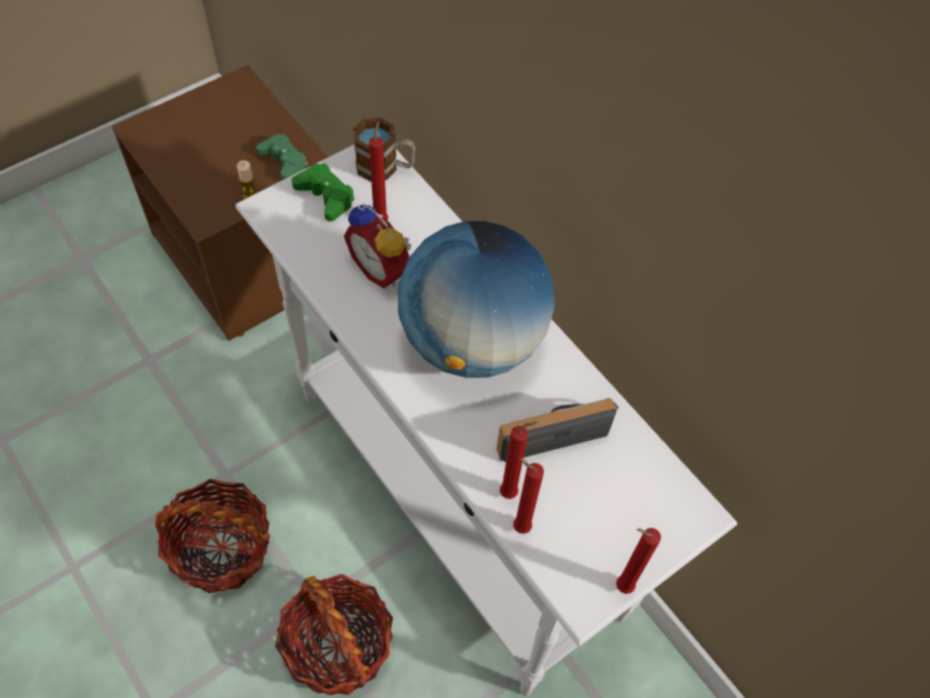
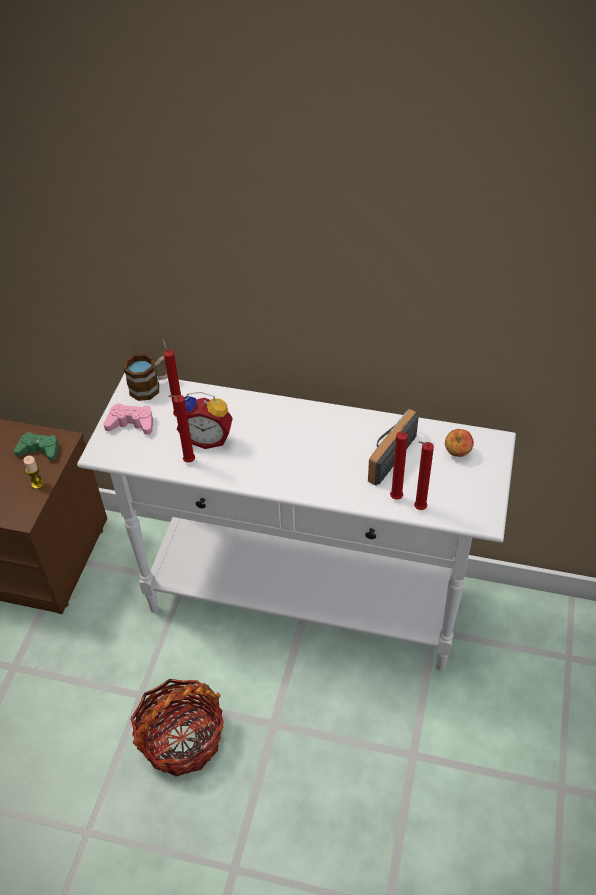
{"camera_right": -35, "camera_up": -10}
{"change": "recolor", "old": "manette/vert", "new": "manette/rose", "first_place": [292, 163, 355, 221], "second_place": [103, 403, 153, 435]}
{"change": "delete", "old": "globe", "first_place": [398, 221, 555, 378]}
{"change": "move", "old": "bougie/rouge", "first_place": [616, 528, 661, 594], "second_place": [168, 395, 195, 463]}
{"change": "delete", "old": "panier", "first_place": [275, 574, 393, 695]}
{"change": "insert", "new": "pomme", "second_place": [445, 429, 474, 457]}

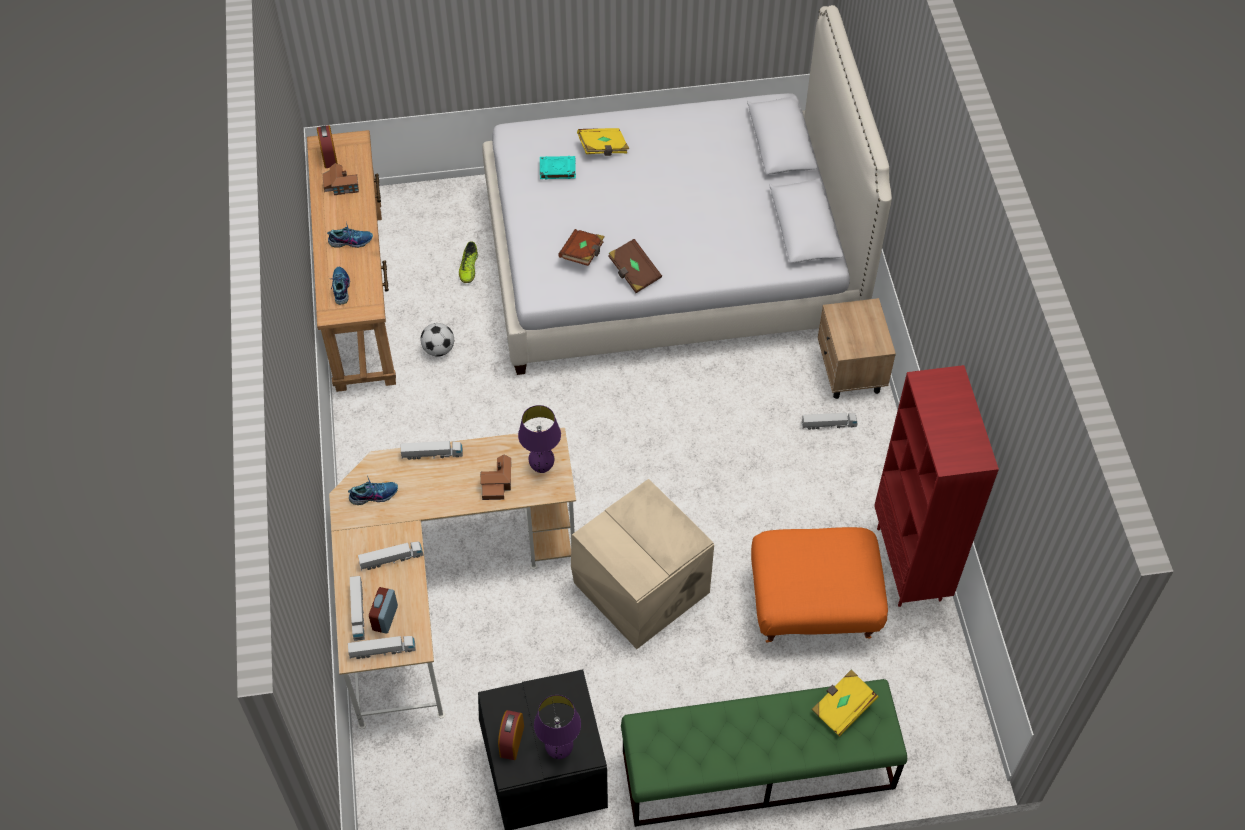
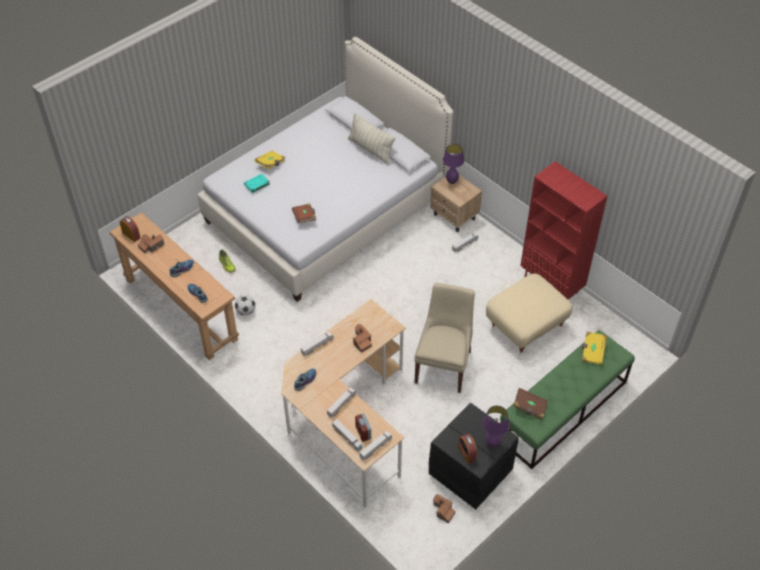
{"camera_right": -35, "camera_up": -5}
{"change": "move", "old": "livre/marron", "first_place": [608, 239, 662, 293], "second_place": [513, 388, 548, 419]}
{"change": "move", "old": "lampe de table/violet", "first_place": [518, 405, 561, 473], "second_place": [443, 144, 464, 184]}
{"change": "replace", "old": "boîte de rangement/beige", "new": "chaise/beige", "first_place": [571, 479, 714, 649], "second_place": [414, 283, 475, 393]}
{"change": "recolor", "old": "pouf/orange", "new": "pouf/beige", "first_place": [751, 527, 888, 643], "second_place": [486, 274, 573, 355]}
{"change": "insert", "new": "coussin", "second_place": [348, 112, 396, 165]}
{"change": "insert", "new": "maison miniature", "second_place": [433, 494, 455, 523]}

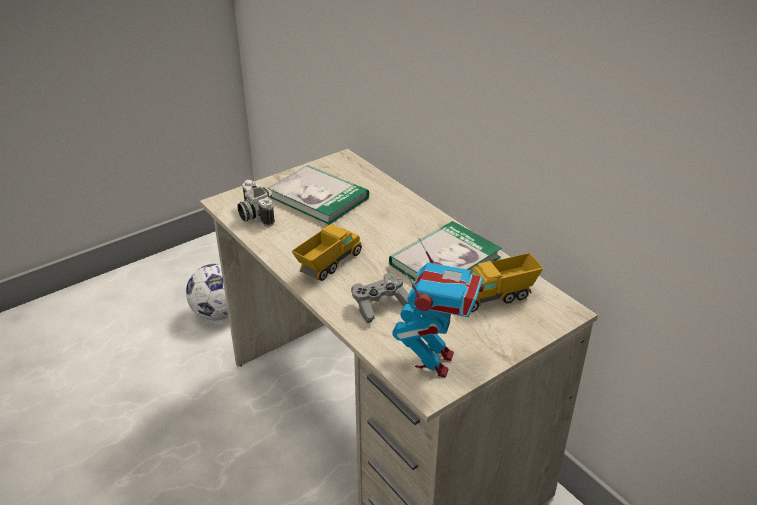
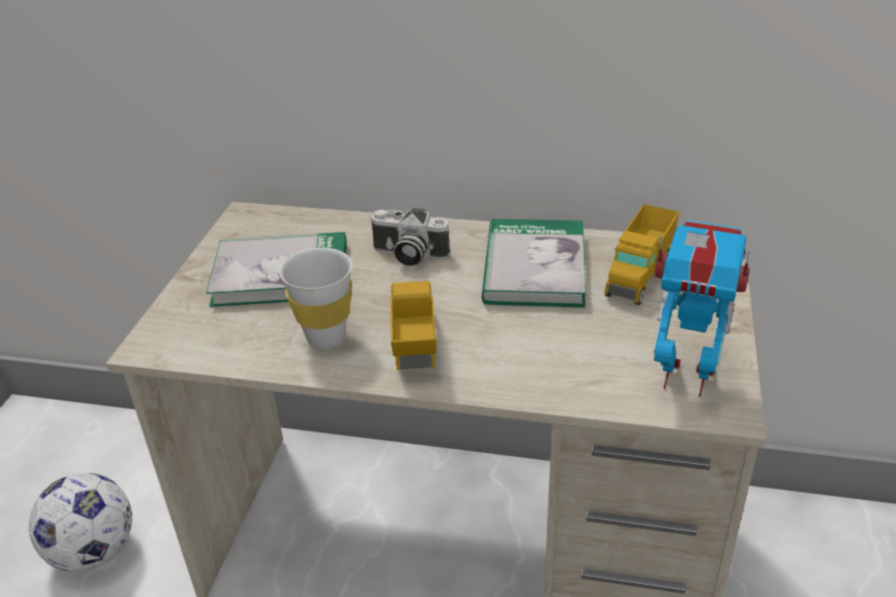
{"camera_right": -40, "camera_up": 0}
{"change": "move", "old": "appareil photo", "first_place": [237, 180, 275, 227], "second_place": [370, 208, 450, 266]}
{"change": "rotate", "old": "robot jouet", "first_place": [392, 238, 484, 377], "second_place": [653, 220, 751, 397], "degrees": -45}
{"change": "delete", "old": "manette/gris", "first_place": [352, 273, 409, 323]}
{"change": "insert", "new": "tasse/blanc", "second_place": [279, 248, 352, 349]}

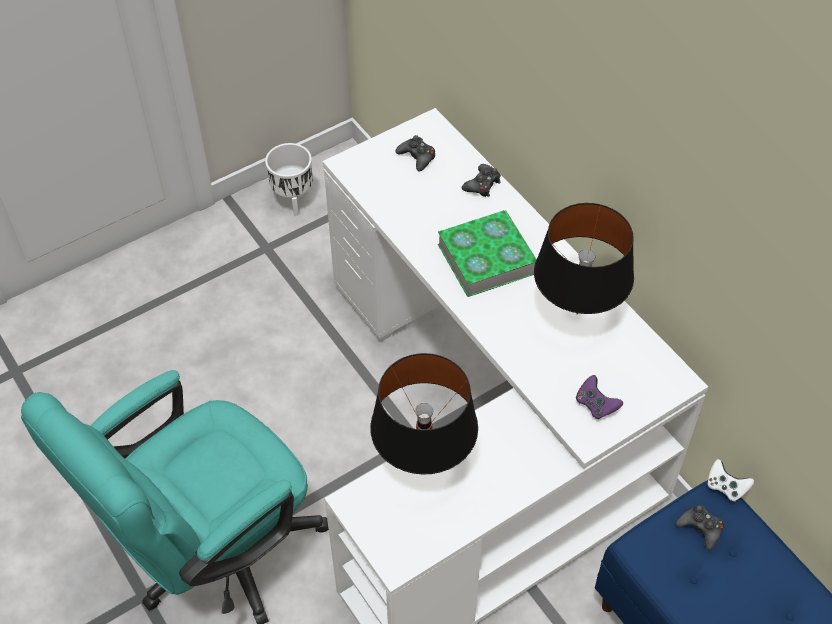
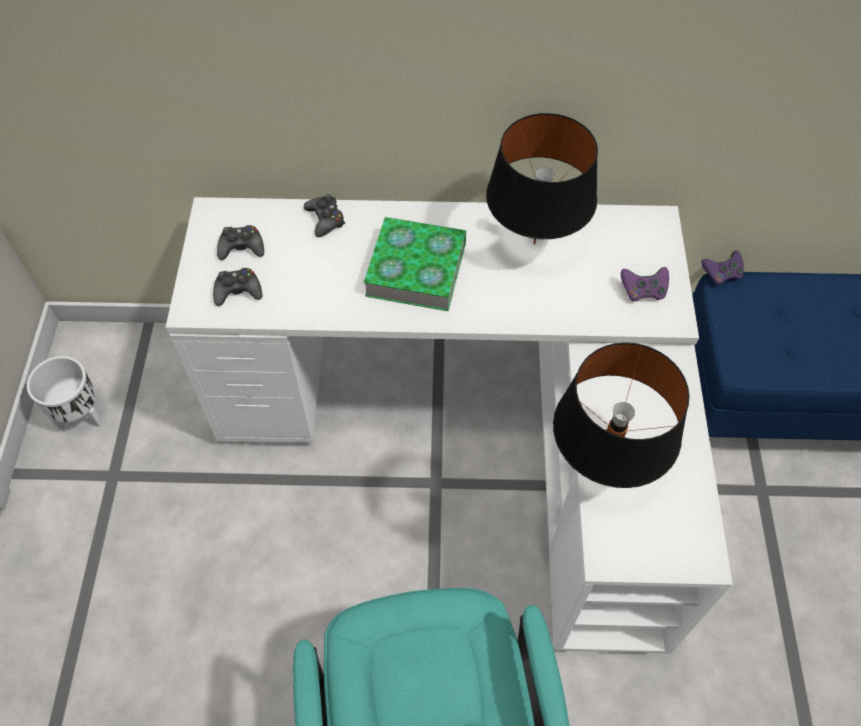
{"camera_right": -55, "camera_up": 5}
{"change": "recolor", "old": "manette/blanc", "new": "manette/violet", "first_place": [707, 459, 754, 501], "second_place": [701, 250, 744, 285]}
{"change": "move", "old": "manette/noir", "first_place": [676, 505, 723, 550], "second_place": [213, 268, 262, 306]}

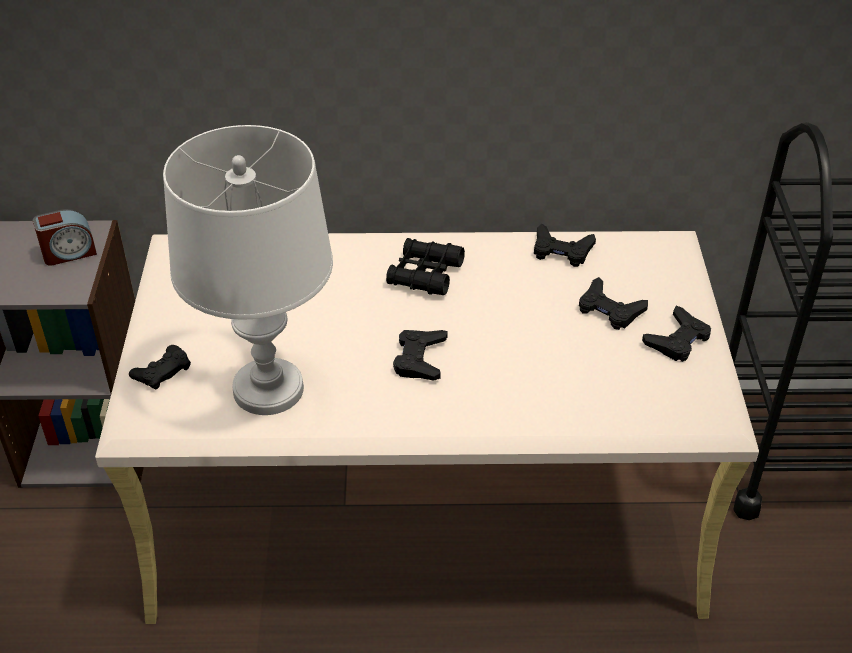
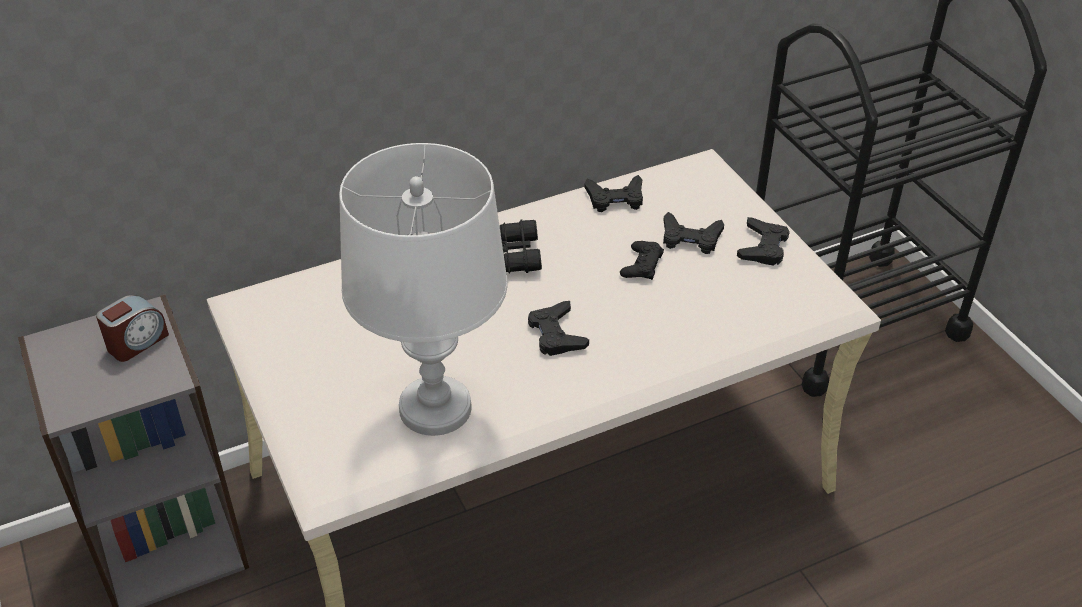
{"camera_right": -25, "camera_up": 0}
{"change": "move", "old": "manette/noir", "first_place": [129, 345, 191, 390], "second_place": [620, 241, 664, 280]}

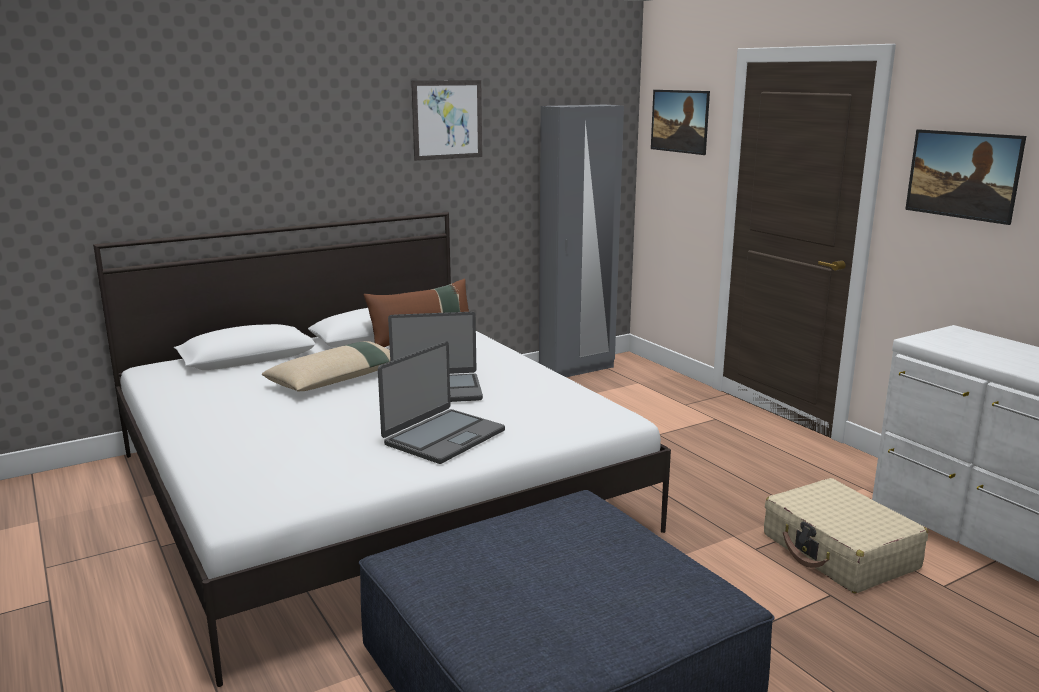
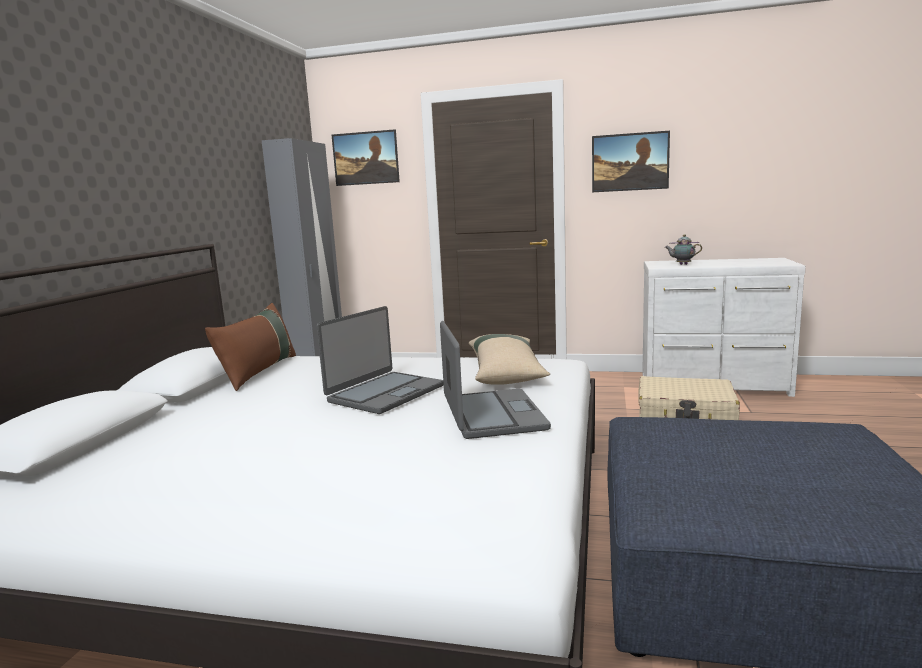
{"camera_right": -45, "camera_up": -5}
{"change": "delete", "old": "tableau", "first_place": [411, 80, 482, 161]}
{"change": "move", "old": "coussin/beige", "first_place": [262, 341, 390, 391], "second_place": [469, 334, 550, 385]}
{"change": "insert", "new": "théière", "second_place": [665, 234, 702, 265]}

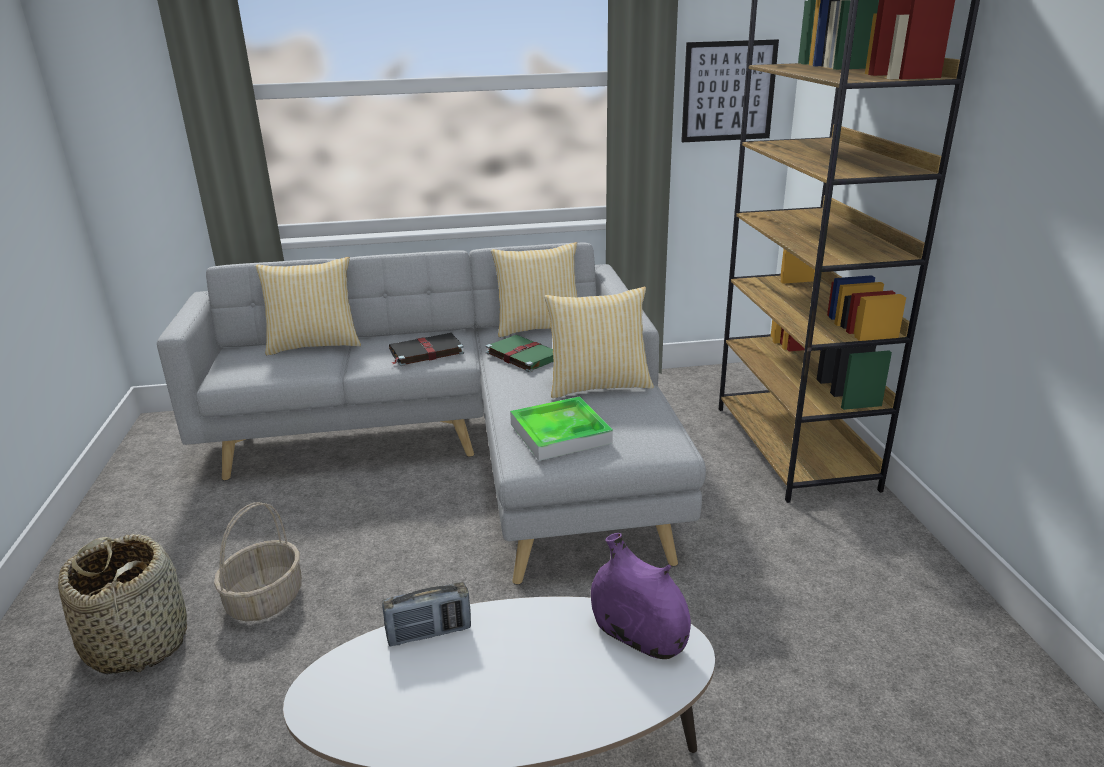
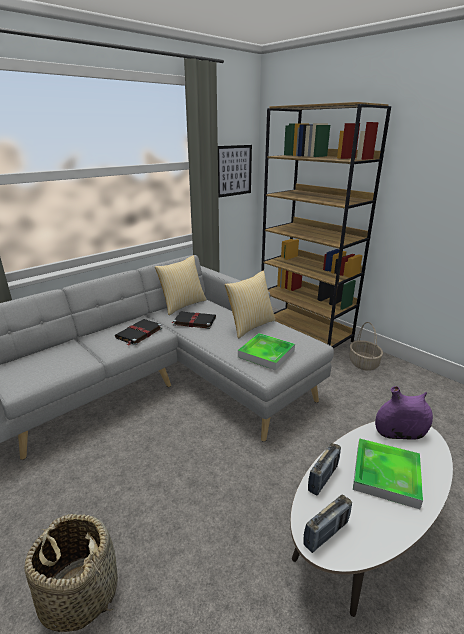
{"camera_right": -35, "camera_up": 0}
{"change": "delete", "old": "coussin", "first_place": [255, 257, 361, 355]}
{"change": "recolor", "old": "livre/vert", "new": "livre/noir", "first_place": [486, 335, 554, 372], "second_place": [172, 312, 216, 329]}
{"change": "move", "old": "panier", "first_place": [214, 502, 302, 621], "second_place": [349, 322, 383, 371]}
{"change": "insert", "new": "plateau", "second_place": [353, 438, 423, 509]}
{"change": "insert", "new": "radio", "second_place": [303, 495, 352, 553]}

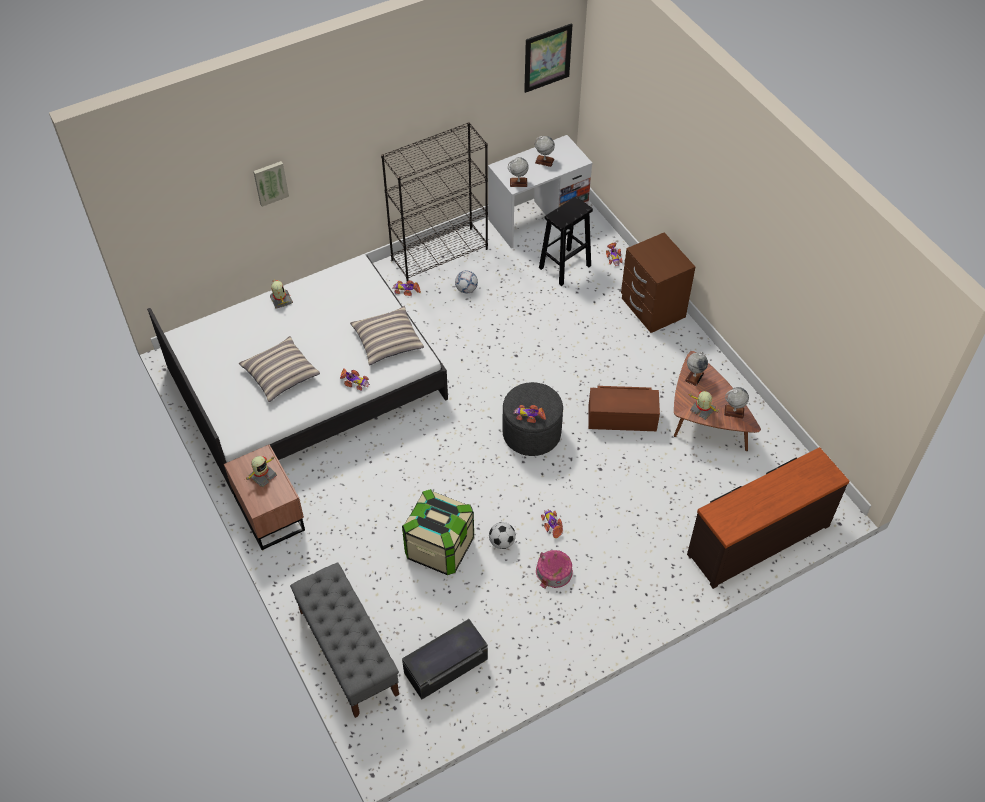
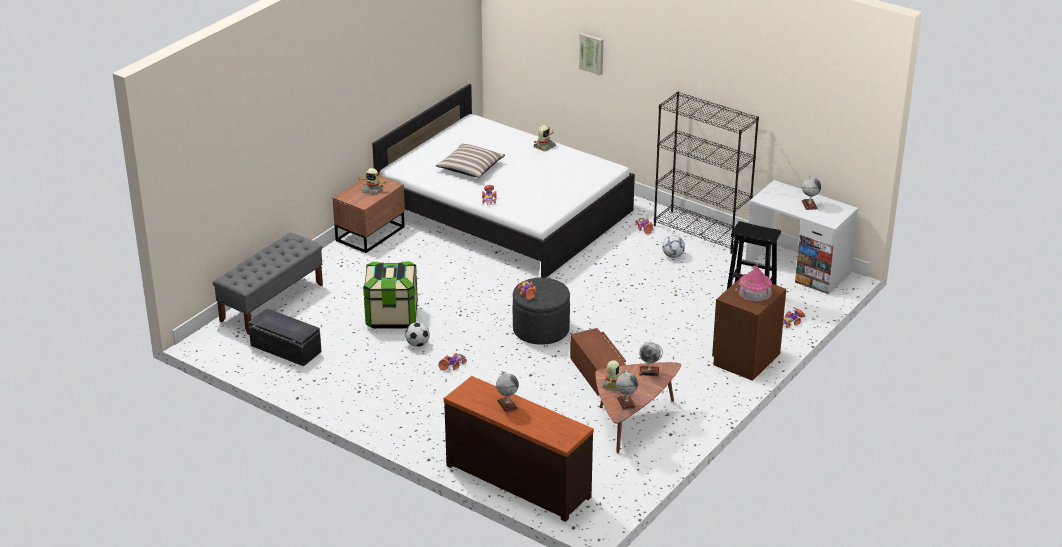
{"camera_right": 65, "camera_up": -20}
{"change": "delete", "old": "tableau", "first_place": [524, 23, 573, 93]}
{"change": "move", "old": "globe", "first_place": [508, 157, 529, 187], "second_place": [496, 371, 519, 412]}
{"change": "delete", "old": "coussin", "first_place": [350, 306, 424, 365]}
{"change": "move", "old": "maison miniature", "first_place": [536, 550, 573, 589], "second_place": [735, 263, 772, 302]}

